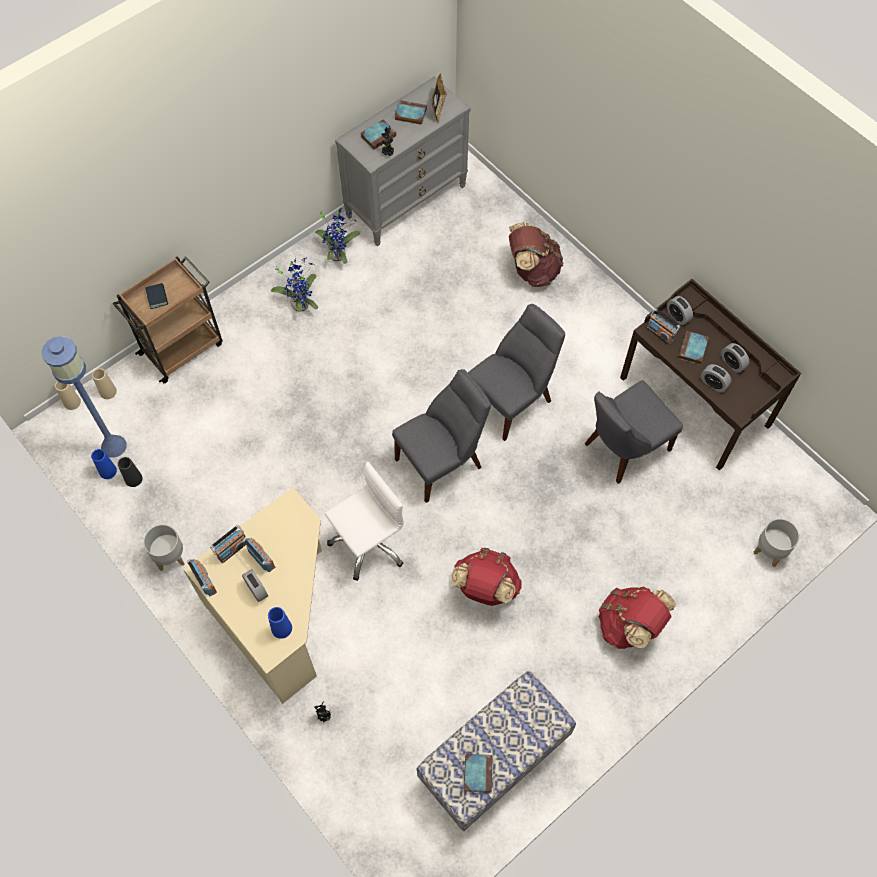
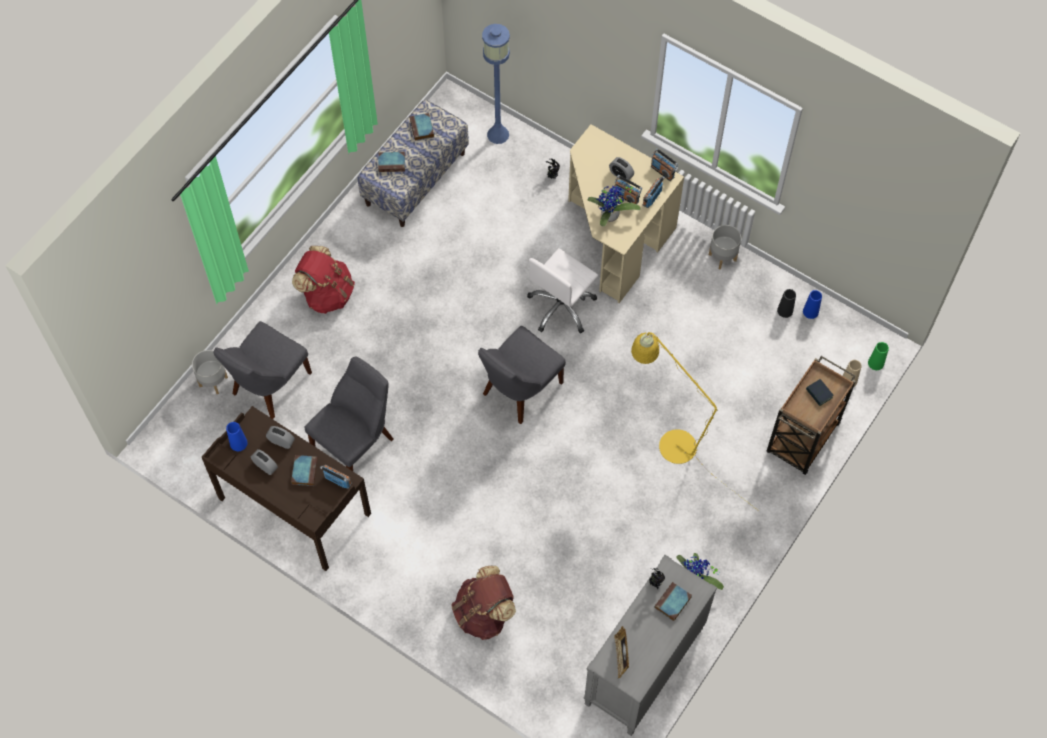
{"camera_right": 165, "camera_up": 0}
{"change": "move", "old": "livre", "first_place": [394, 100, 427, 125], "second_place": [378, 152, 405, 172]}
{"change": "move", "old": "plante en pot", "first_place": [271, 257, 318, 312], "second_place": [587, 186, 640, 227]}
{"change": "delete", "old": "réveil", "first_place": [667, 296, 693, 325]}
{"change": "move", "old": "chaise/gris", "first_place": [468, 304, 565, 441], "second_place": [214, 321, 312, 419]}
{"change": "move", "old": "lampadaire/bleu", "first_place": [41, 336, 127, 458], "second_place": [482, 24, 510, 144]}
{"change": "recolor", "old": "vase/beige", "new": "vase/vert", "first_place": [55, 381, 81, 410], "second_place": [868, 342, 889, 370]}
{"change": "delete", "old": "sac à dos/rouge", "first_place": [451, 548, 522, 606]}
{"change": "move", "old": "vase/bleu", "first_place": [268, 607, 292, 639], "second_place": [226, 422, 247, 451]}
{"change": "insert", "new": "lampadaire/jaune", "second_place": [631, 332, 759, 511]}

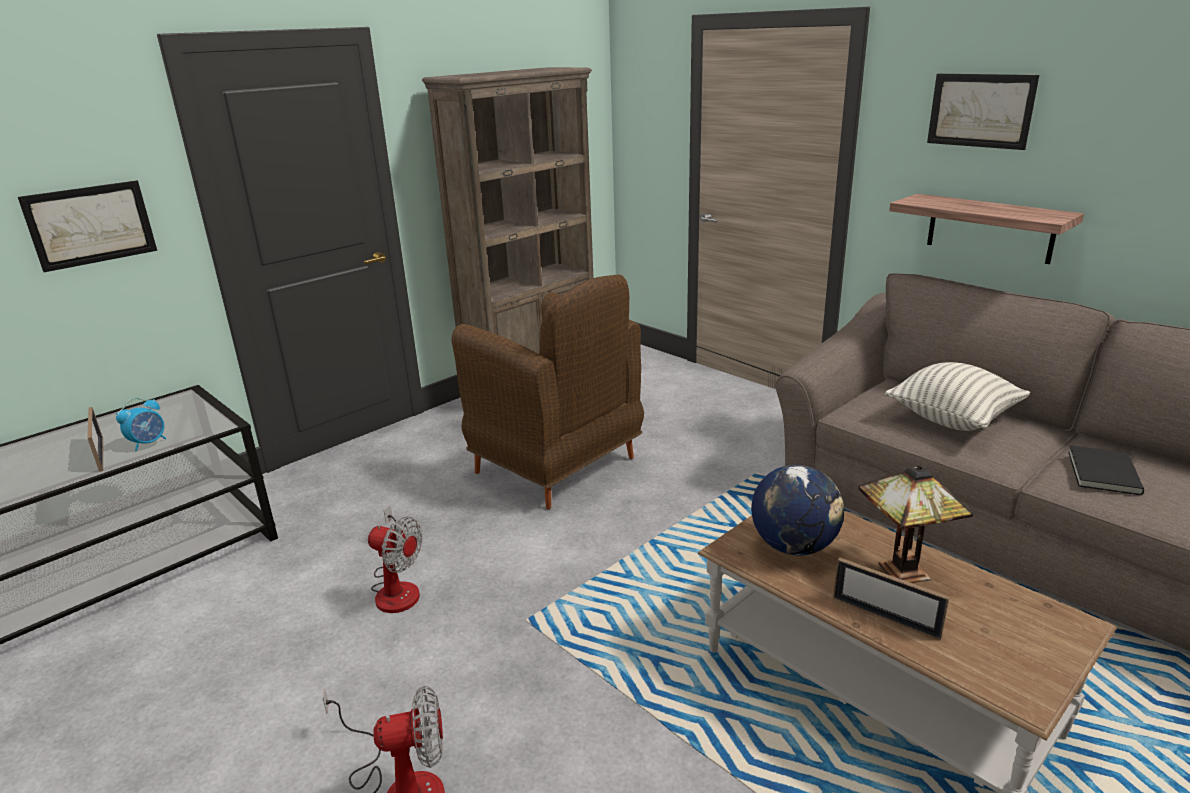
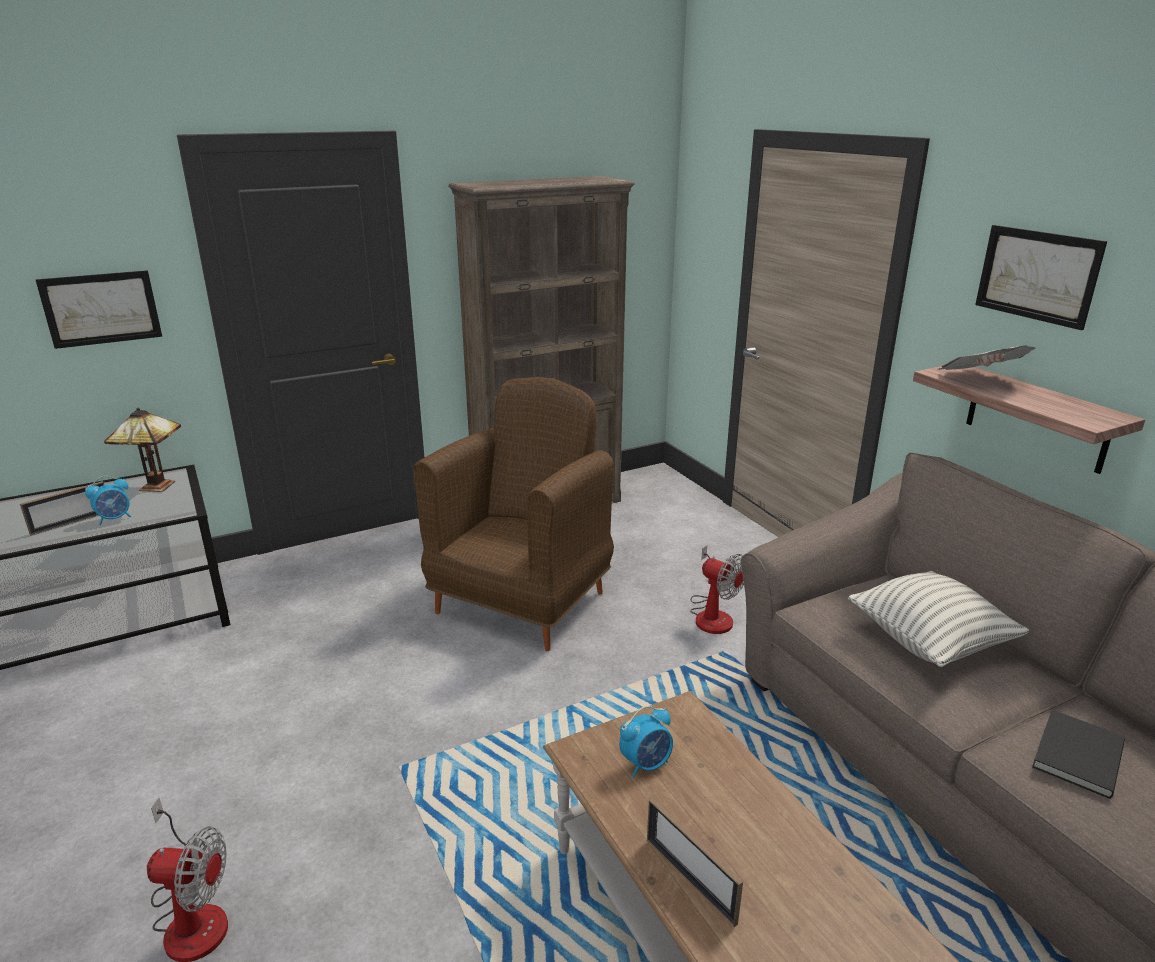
{"camera_right": 15, "camera_up": 0}
{"change": "rotate", "old": "fauteuil/marron", "first_place": [452, 274, 644, 509], "second_place": [413, 377, 614, 651], "degrees": -120}
{"change": "rotate", "old": "cadre photo", "first_place": [87, 407, 103, 472], "second_place": [20, 481, 104, 536], "degrees": 60}
{"change": "move", "old": "lampe de table", "first_place": [858, 464, 974, 583], "second_place": [104, 408, 181, 492]}
{"change": "replace", "old": "globe", "new": "réveil", "first_place": [751, 465, 844, 555], "second_place": [619, 706, 673, 778]}
{"change": "move", "old": "ventilateur", "first_place": [368, 505, 422, 613], "second_place": [690, 545, 744, 634]}
{"change": "insert", "new": "journal", "second_place": [939, 345, 1036, 370]}

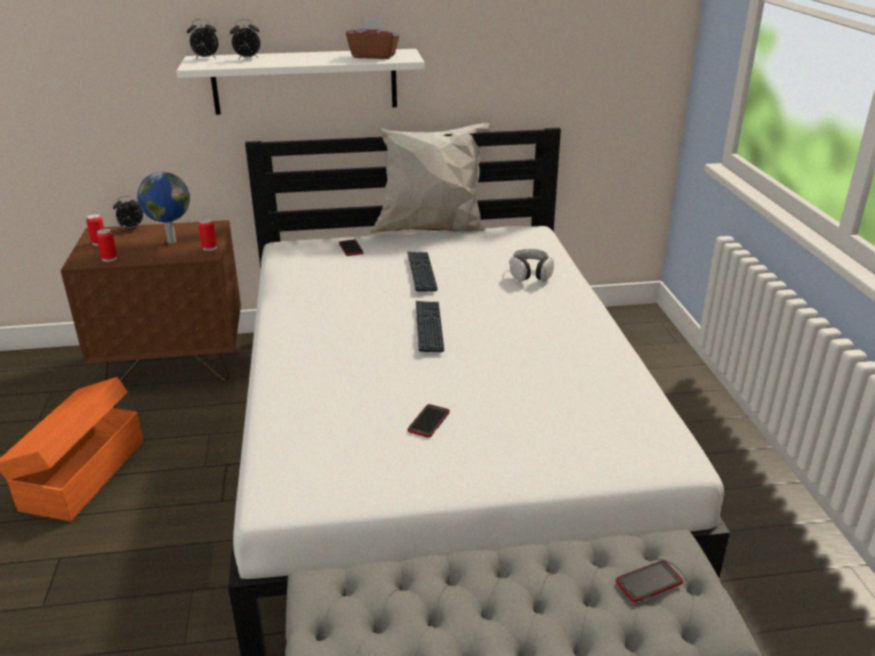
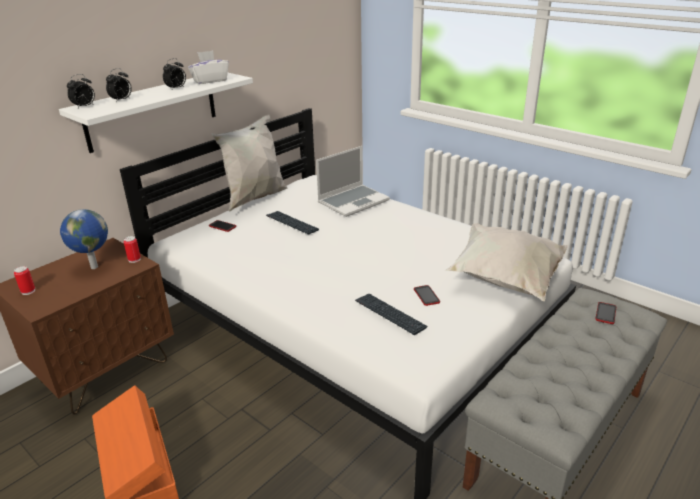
{"camera_right": -40, "camera_up": 0}
{"change": "recolor", "old": "boîte à mouchoirs/marron", "new": "boîte à mouchoirs/blanc", "first_place": [346, 16, 399, 59], "second_place": [188, 50, 229, 84]}
{"change": "move", "old": "réveil", "first_place": [113, 196, 143, 230], "second_place": [163, 58, 186, 91]}
{"change": "delete", "old": "boîte métallique", "first_place": [96, 229, 117, 262]}
{"change": "replace", "old": "casque audio", "new": "ordinateur portable", "first_place": [509, 249, 554, 281], "second_place": [316, 146, 390, 217]}
{"change": "move", "old": "clavier", "first_place": [416, 301, 444, 352], "second_place": [355, 293, 427, 335]}
{"change": "insert", "new": "coussin/blanc", "second_place": [444, 223, 568, 301]}

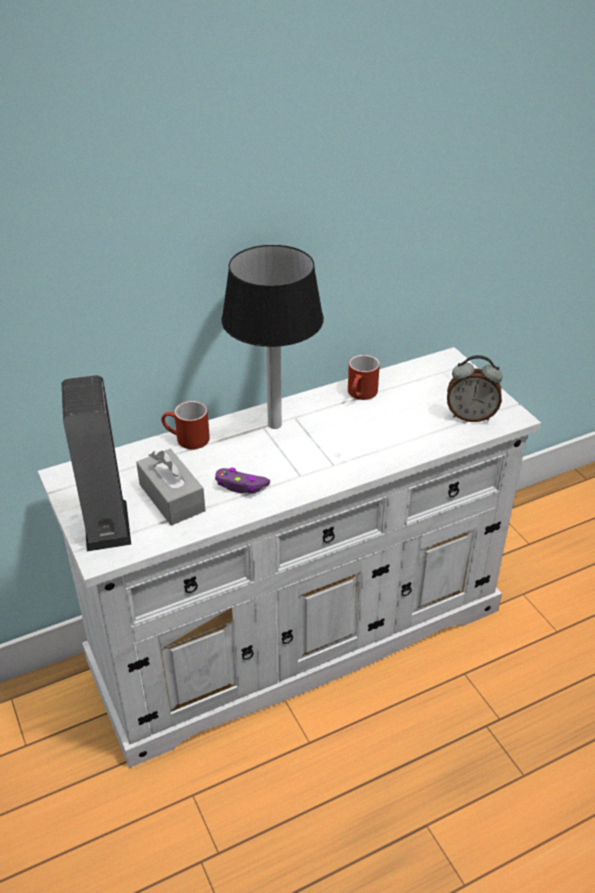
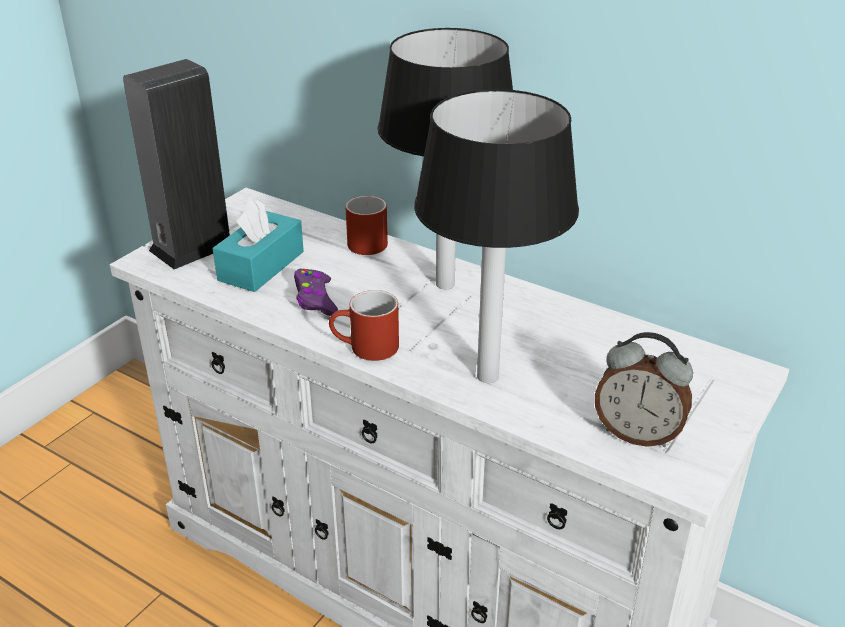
{"camera_right": 60, "camera_up": -5}
{"change": "move", "old": "mug/rouge", "first_place": [348, 355, 380, 400], "second_place": [329, 290, 399, 361]}
{"change": "rotate", "old": "réveil", "first_place": [447, 355, 503, 422], "second_place": [595, 332, 693, 447], "degrees": -45}
{"change": "recolor", "old": "boîte à mouchoirs/gris", "new": "boîte à mouchoirs/turquoise", "first_place": [136, 449, 206, 526], "second_place": [213, 198, 304, 292]}
{"change": "insert", "new": "lampe de table", "second_place": [414, 89, 579, 383]}

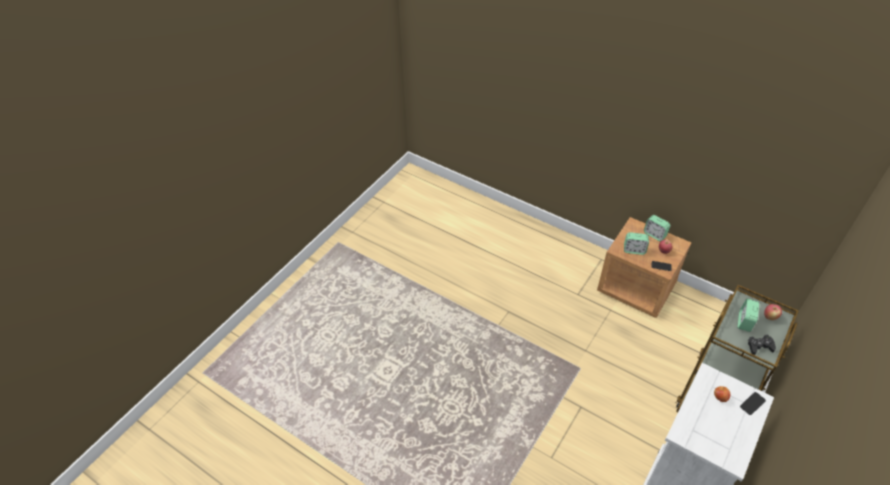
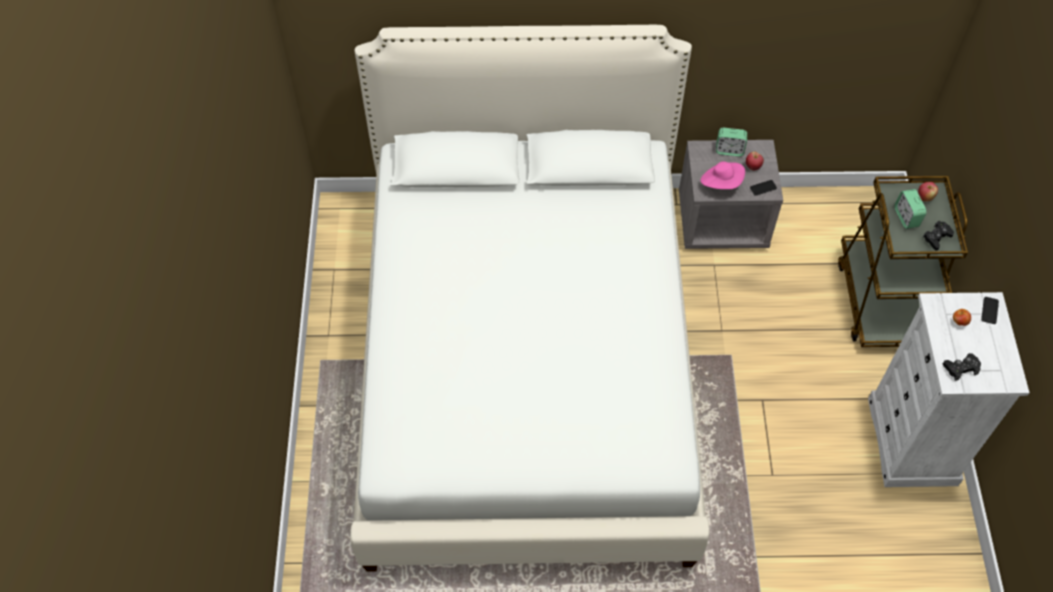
{"camera_right": -35, "camera_up": 10}
{"change": "recolor", "old": "table de chevet/marron", "new": "table de chevet/gris", "first_place": [597, 217, 691, 318], "second_place": [679, 140, 783, 249]}
{"change": "replace", "old": "réveil", "new": "chapeau/rose", "first_place": [624, 232, 649, 255], "second_place": [700, 162, 745, 189]}
{"change": "insert", "new": "lit/blanc", "second_place": [350, 25, 709, 572]}
{"change": "insert", "new": "manette/noir", "second_place": [943, 353, 981, 381]}

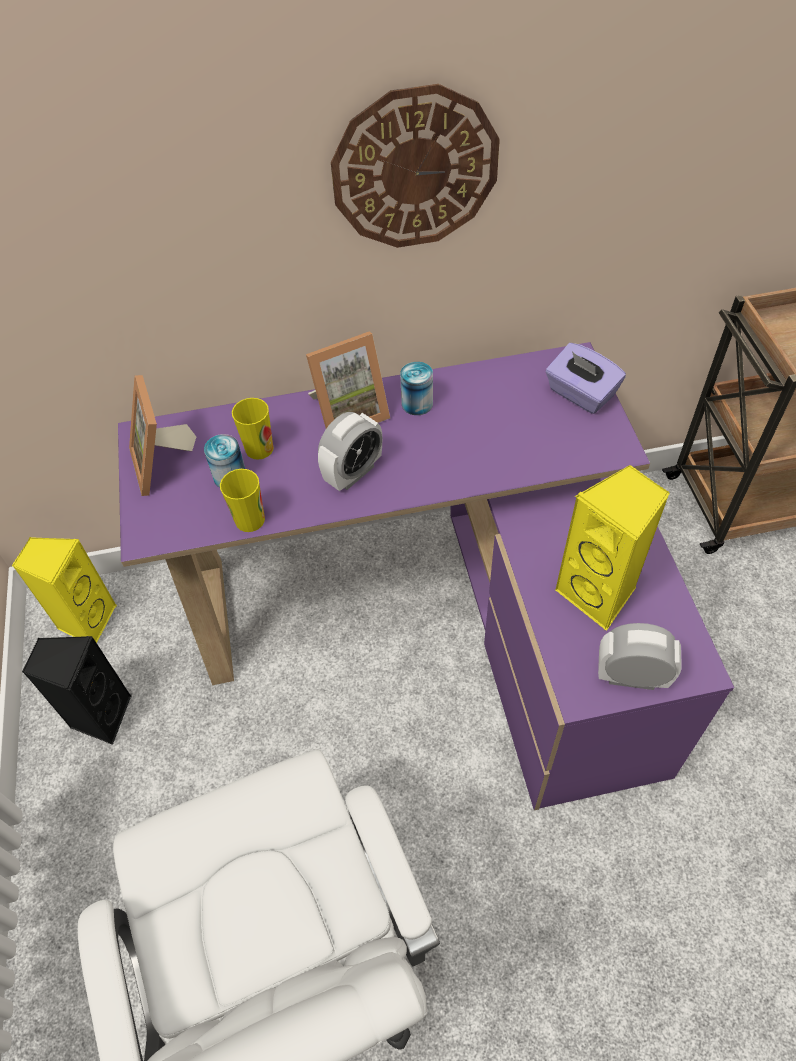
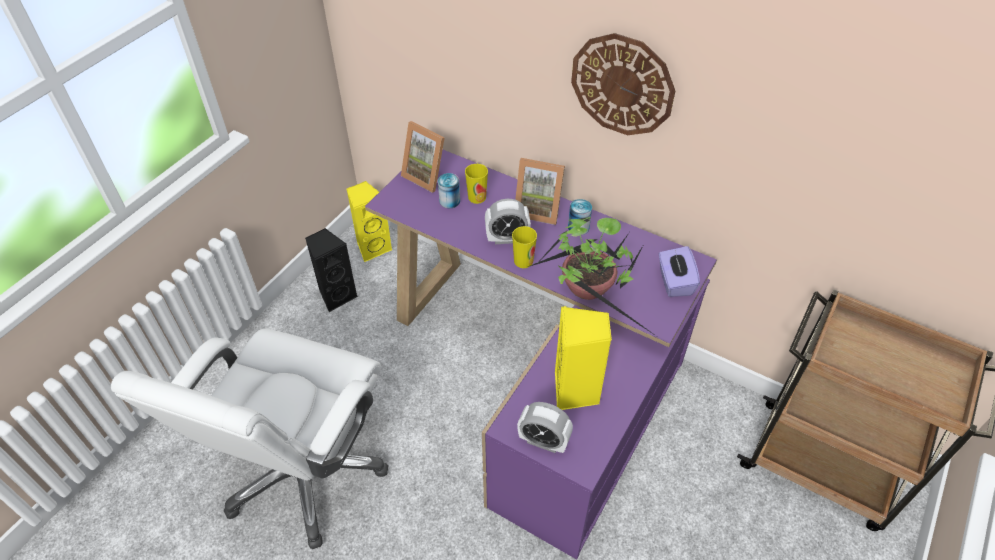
{"camera_right": 40, "camera_up": -5}
{"change": "rotate", "old": "cadre photo", "first_place": [129, 375, 196, 496], "second_place": [401, 121, 445, 193], "degrees": -75}
{"change": "move", "old": "tasse", "first_place": [220, 469, 265, 532], "second_place": [512, 226, 537, 268]}
{"change": "rotate", "old": "réveil", "first_place": [598, 623, 682, 690], "second_place": [517, 402, 573, 453], "degrees": 150}
{"change": "insert", "new": "plante en pot", "second_place": [528, 217, 656, 336]}

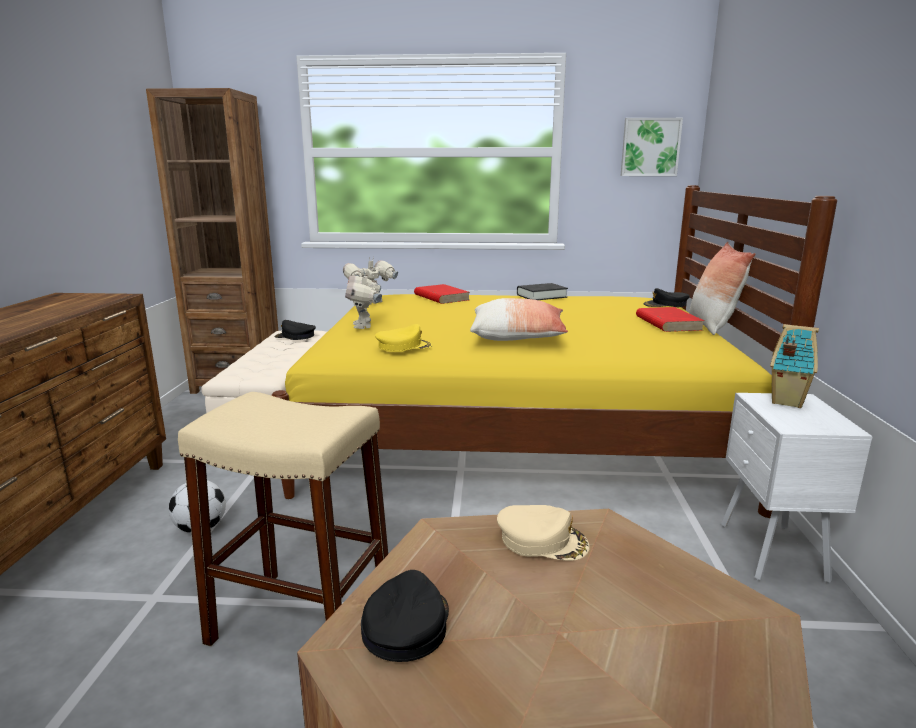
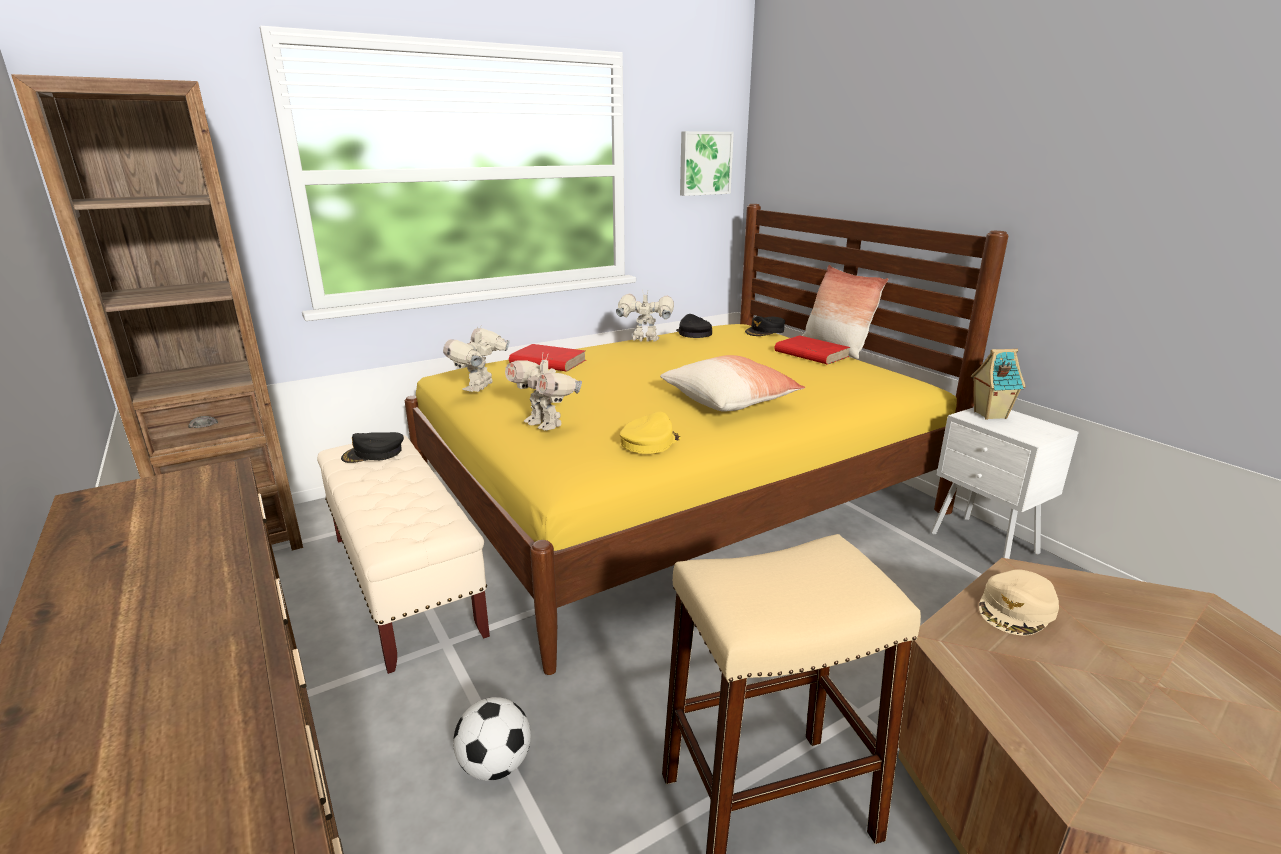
{"camera_right": -35, "camera_up": 5}
{"change": "replace", "old": "livre/noir", "new": "robot jouet", "first_place": [517, 283, 568, 300], "second_place": [616, 290, 674, 342]}
{"change": "rotate", "old": "casquette/beige", "first_place": [497, 505, 590, 561], "second_place": [979, 569, 1059, 636], "degrees": 150}
{"change": "move", "old": "casquette/noir", "first_place": [361, 570, 449, 662], "second_place": [676, 314, 712, 338]}

